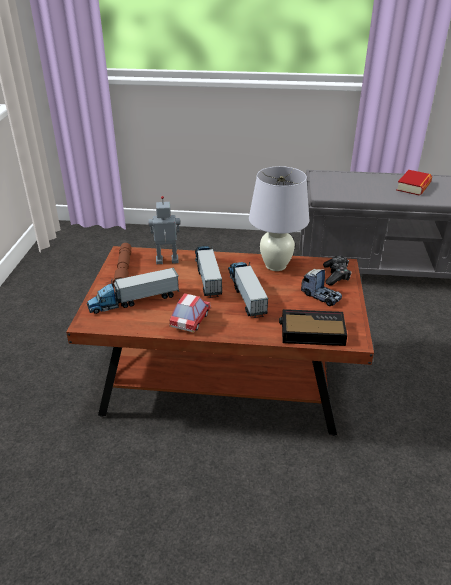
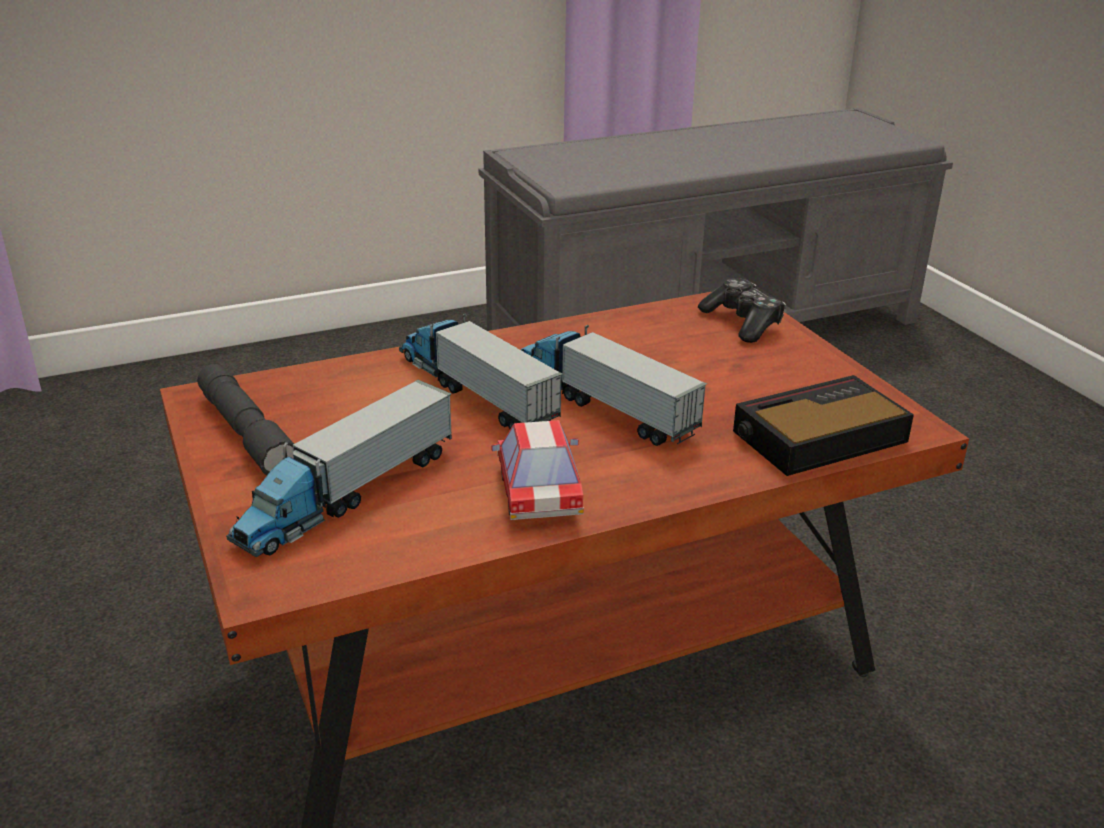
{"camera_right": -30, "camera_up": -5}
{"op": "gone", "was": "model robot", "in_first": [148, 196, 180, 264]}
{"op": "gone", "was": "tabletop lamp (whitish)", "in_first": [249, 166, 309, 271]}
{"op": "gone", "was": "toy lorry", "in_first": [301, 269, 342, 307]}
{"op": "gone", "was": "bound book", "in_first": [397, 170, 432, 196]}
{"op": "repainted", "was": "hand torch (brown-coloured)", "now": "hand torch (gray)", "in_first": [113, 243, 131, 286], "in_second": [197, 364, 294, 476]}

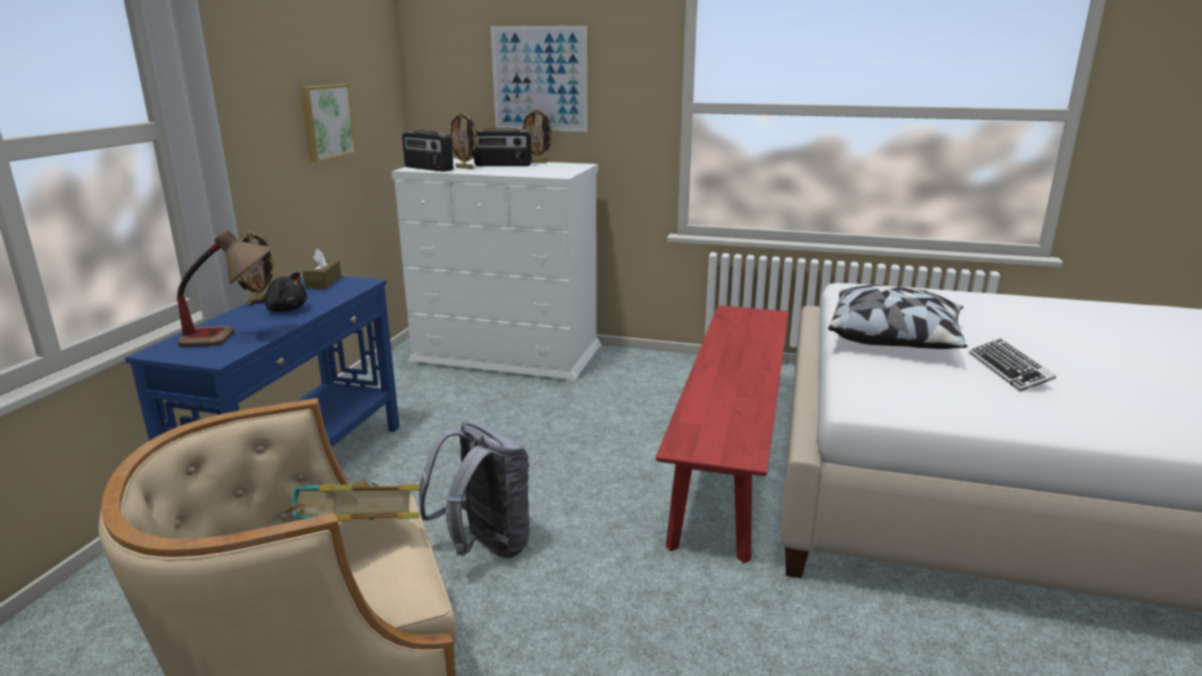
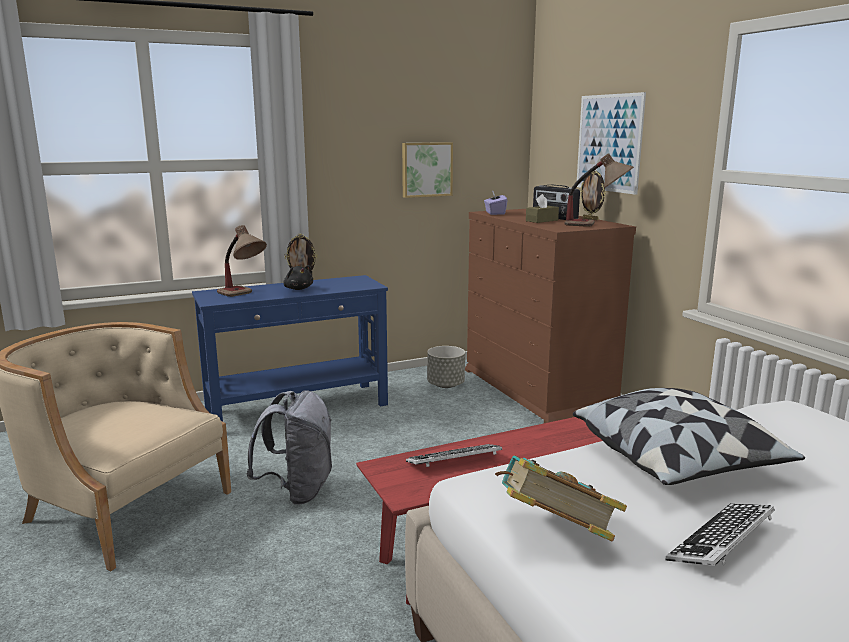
{"camera_right": 50, "camera_up": -5}
{"op": "gone", "was": "picture frame", "in_first": [447, 111, 478, 169]}
{"op": "new", "now": "keyboard", "in_second": [406, 444, 502, 467]}
{"op": "new", "now": "plant pot (gray)", "in_second": [427, 346, 465, 388]}
{"op": "new", "now": "tabletop lamp", "in_second": [565, 153, 634, 227]}
{"op": "shifted", "was": "bound book", "in_first": [286, 481, 420, 521], "in_second": [495, 455, 627, 542]}
{"op": "shifted", "was": "tissue holder (brown-coloured)", "in_first": [303, 248, 341, 289], "in_second": [526, 194, 559, 223]}
{"op": "swapped", "was": "radio", "now": "tissue holder (purple-coloured)", "in_first": [402, 130, 453, 172], "in_second": [484, 190, 507, 215]}
{"op": "repainted", "was": "drawer chest (whitish)", "now": "drawer chest (brown-coloured)", "in_first": [392, 158, 601, 383], "in_second": [465, 209, 636, 423]}

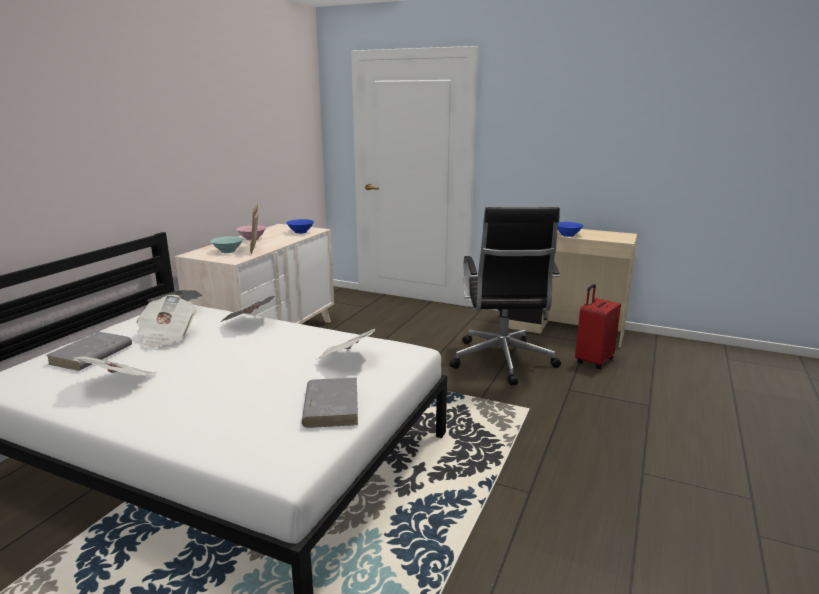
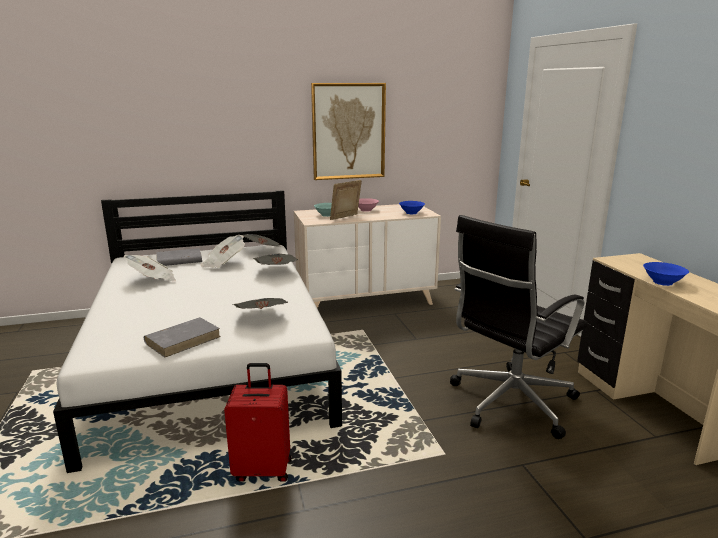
{"camera_right": 50, "camera_up": 0}
{"op": "new", "now": "wall picture", "in_second": [311, 83, 386, 180]}
{"op": "shifted", "was": "travel case (red-coloured)", "in_first": [575, 284, 621, 369], "in_second": [224, 363, 291, 482]}

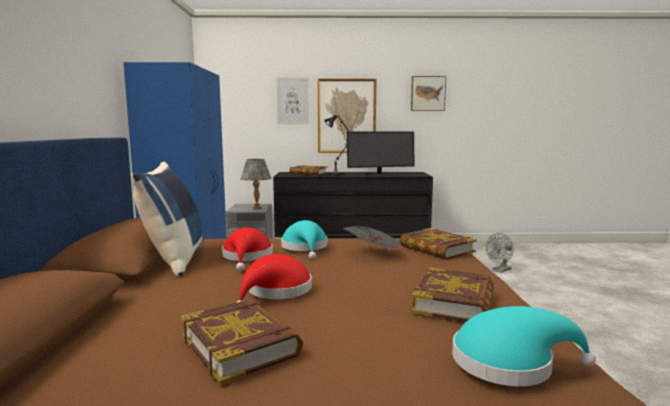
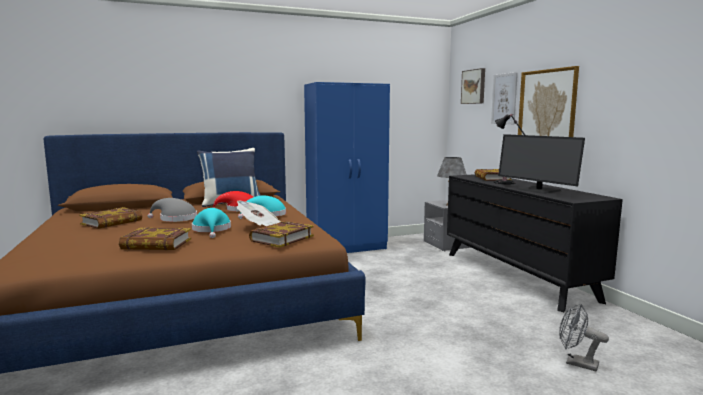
{"camera_right": 70, "camera_up": 0}
{"op": "shifted", "was": "wall picture", "in_first": [411, 76, 446, 111], "in_second": [461, 68, 485, 104]}
{"op": "shifted", "was": "wearable hat (turquoise)", "in_first": [452, 306, 596, 386], "in_second": [192, 208, 231, 238]}
{"op": "repainted", "was": "wearable hat (red-coloured)", "now": "wearable hat (gray)", "in_first": [236, 254, 312, 303], "in_second": [148, 198, 197, 222]}

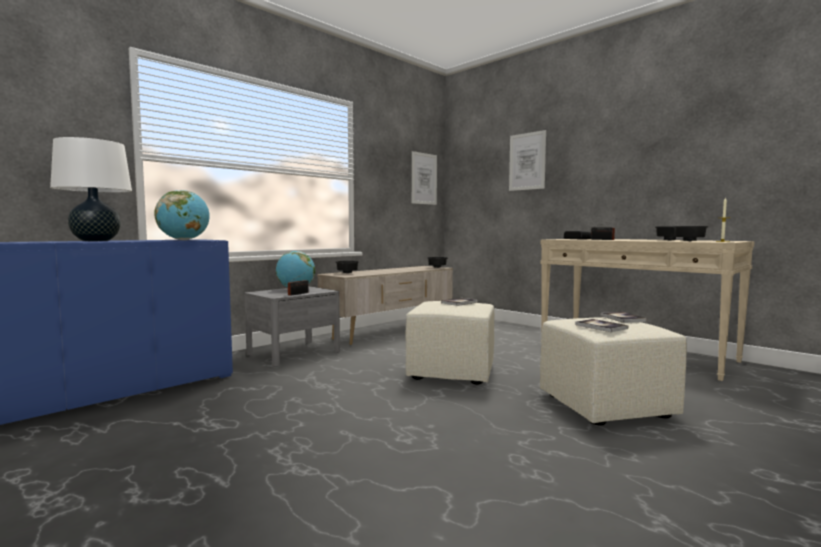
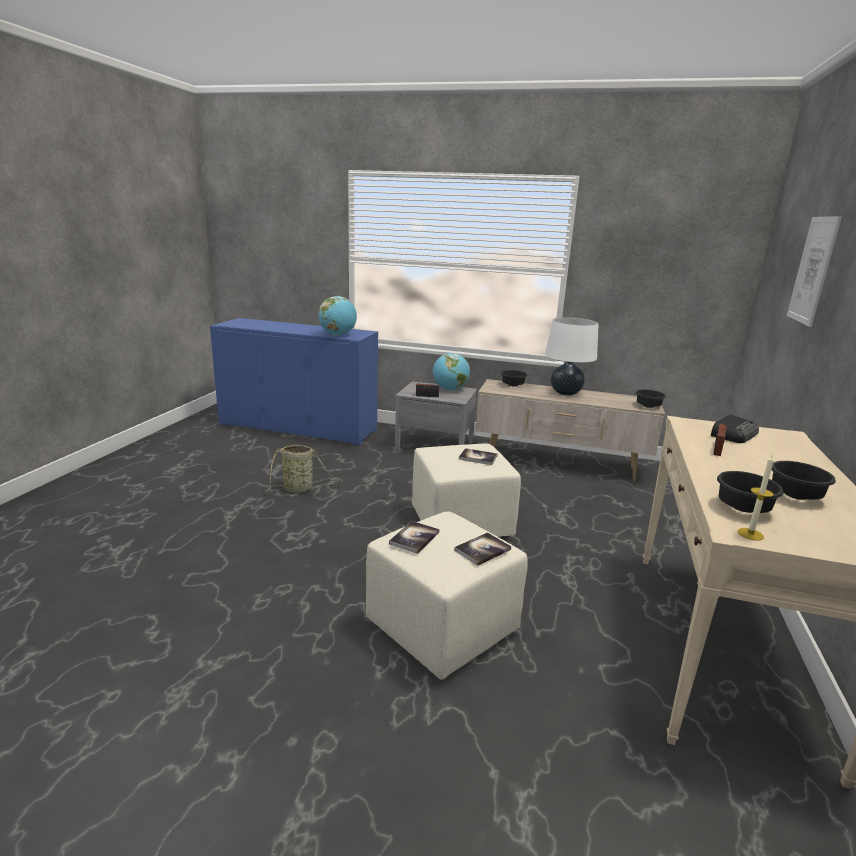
{"camera_right": 60, "camera_up": 15}
{"op": "gone", "was": "wall picture", "in_first": [412, 151, 437, 205]}
{"op": "new", "now": "storage basket", "in_second": [266, 445, 343, 493]}
{"op": "shifted", "was": "tabletop lamp (whitish)", "in_first": [50, 137, 132, 241], "in_second": [545, 318, 599, 395]}

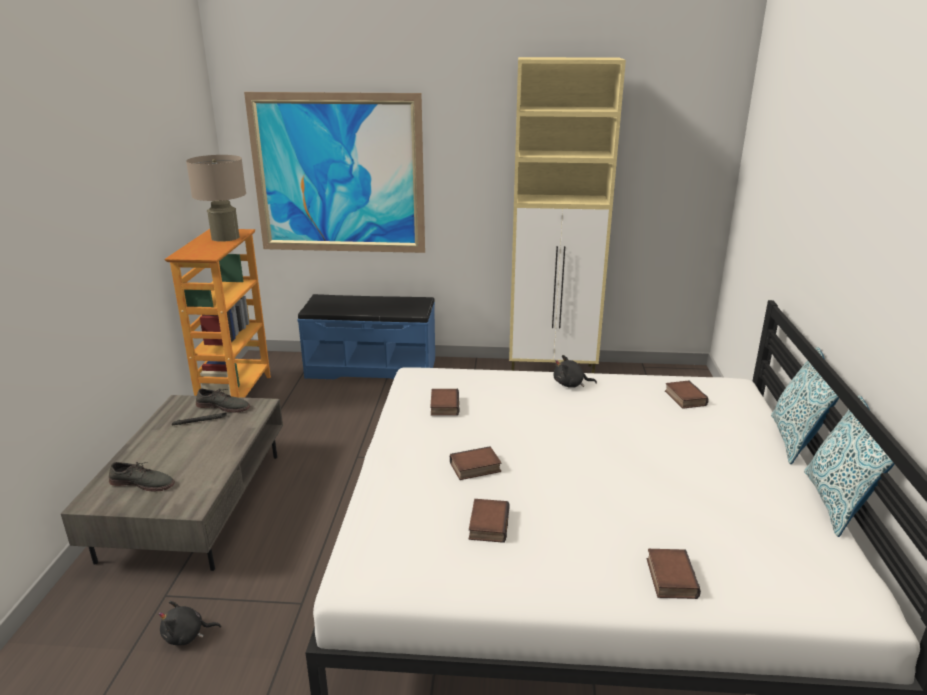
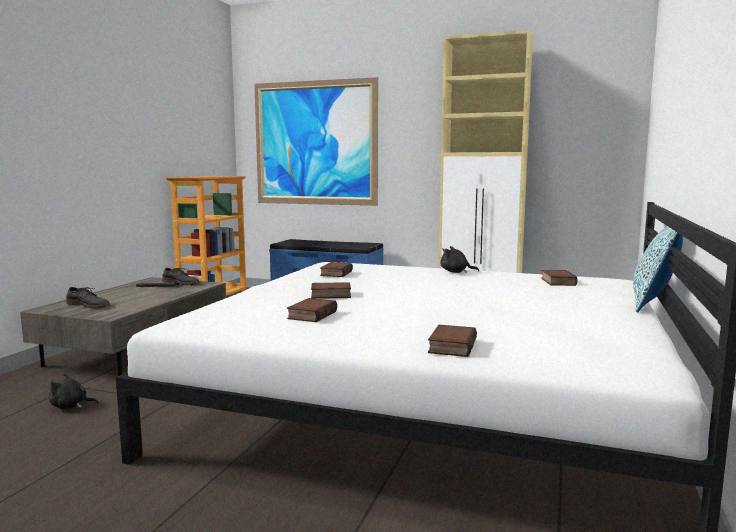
{"camera_right": 15, "camera_up": -15}
{"op": "gone", "was": "tabletop lamp (beige-coloured)", "in_first": [186, 155, 246, 242]}
{"op": "gone", "was": "pillow", "in_first": [804, 395, 895, 537]}

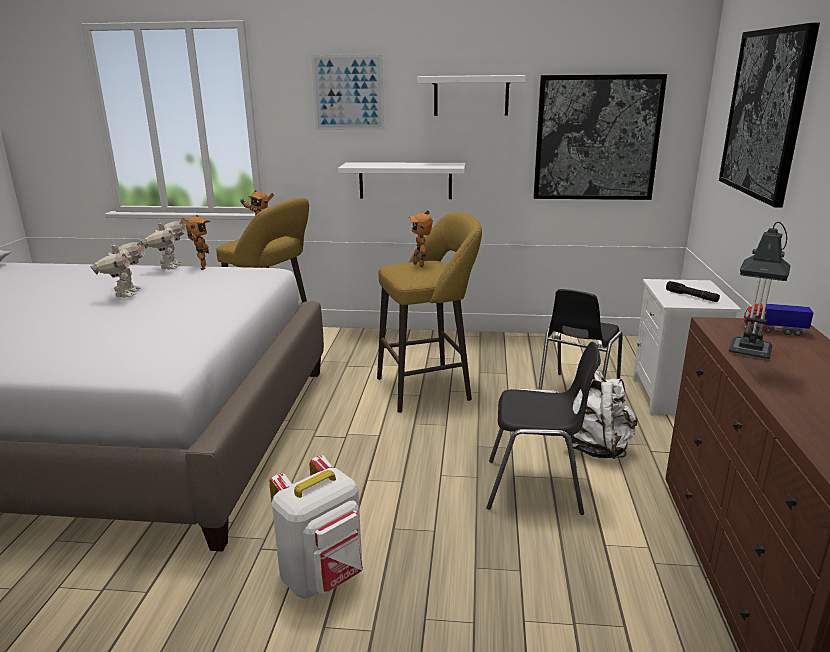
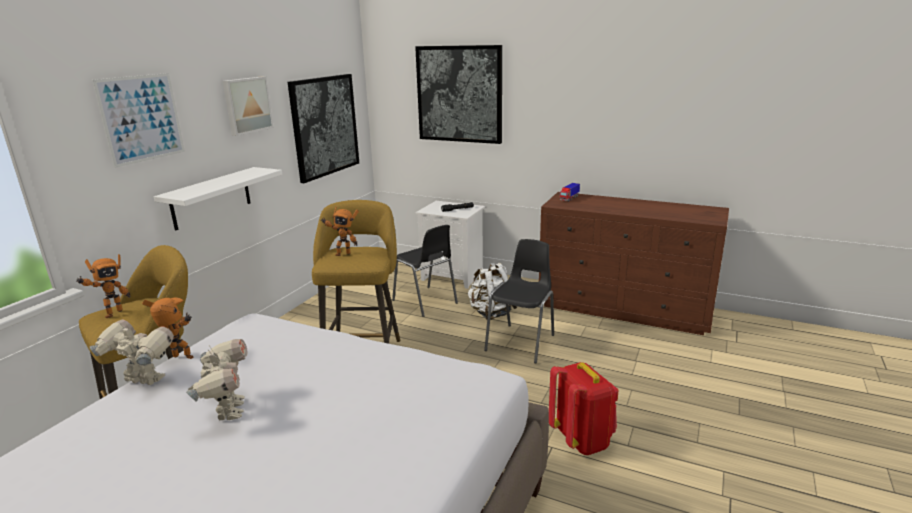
{"camera_right": -70, "camera_up": 0}
{"op": "gone", "was": "tabletop lamp", "in_first": [729, 222, 791, 359]}
{"op": "swapped", "was": "wall shelf (whitish)", "now": "wall picture", "in_first": [417, 75, 526, 116], "in_second": [223, 77, 274, 136]}
{"op": "repainted", "was": "backpack (whitish)", "now": "backpack (red-coloured)", "in_first": [269, 455, 363, 599], "in_second": [549, 362, 618, 455]}
{"op": "rotated", "was": "model robot", "in_first": [90, 239, 145, 298], "in_second": [186, 339, 248, 420], "clockwise": 60}

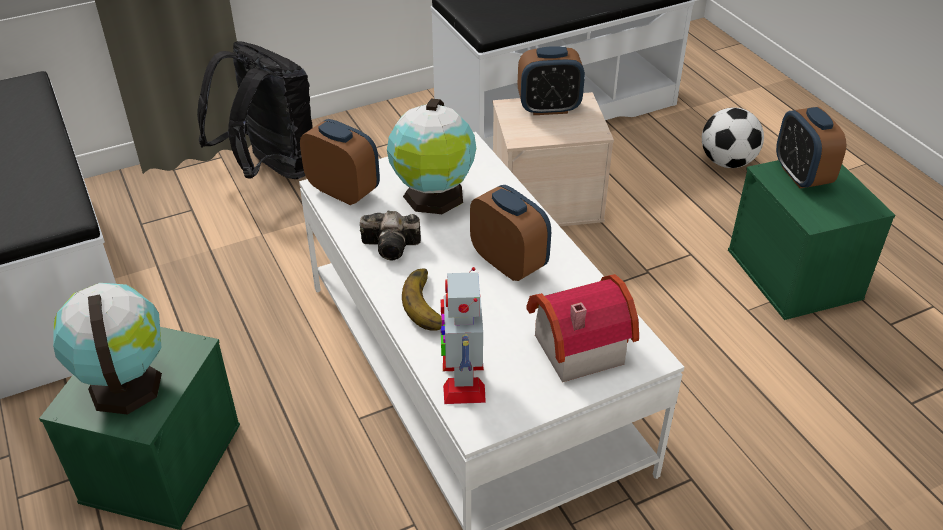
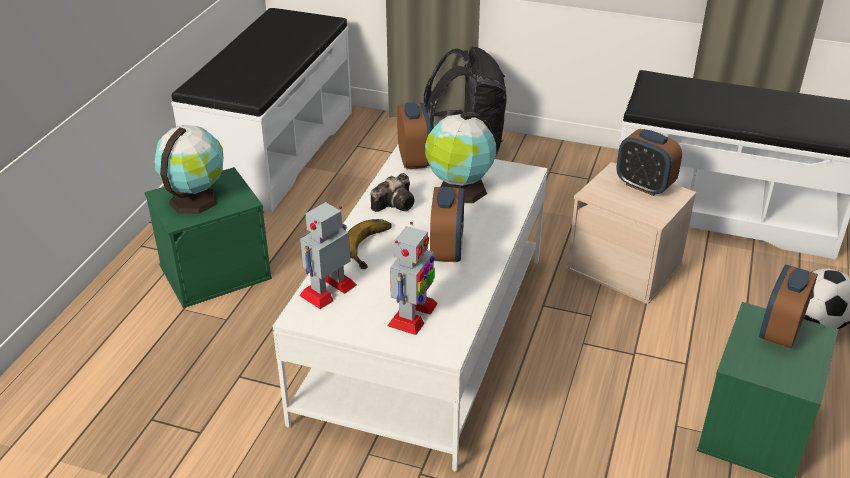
{"camera_right": 45, "camera_up": -5}
{"op": "swapped", "was": "miniature house", "now": "model robot", "in_first": [526, 274, 639, 382], "in_second": [387, 222, 438, 335]}
{"op": "rotated", "was": "still camera", "in_first": [360, 210, 421, 260], "in_second": [371, 173, 415, 212], "clockwise": -90}

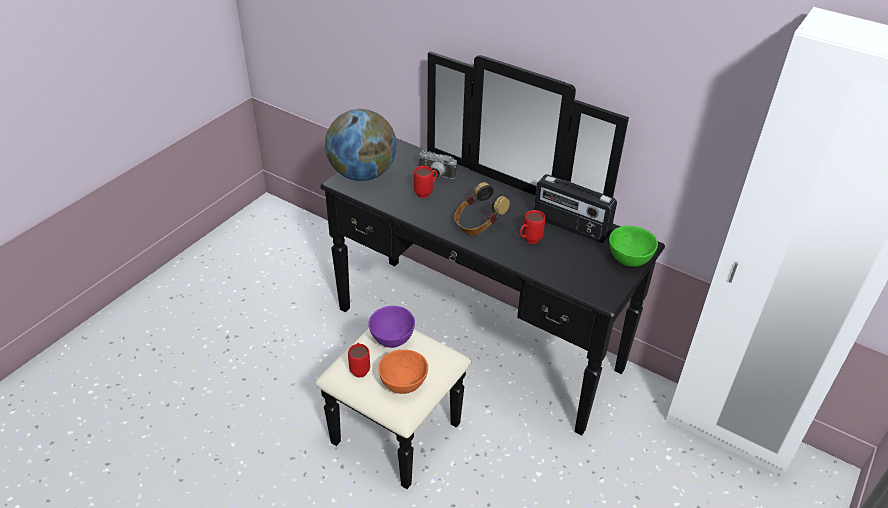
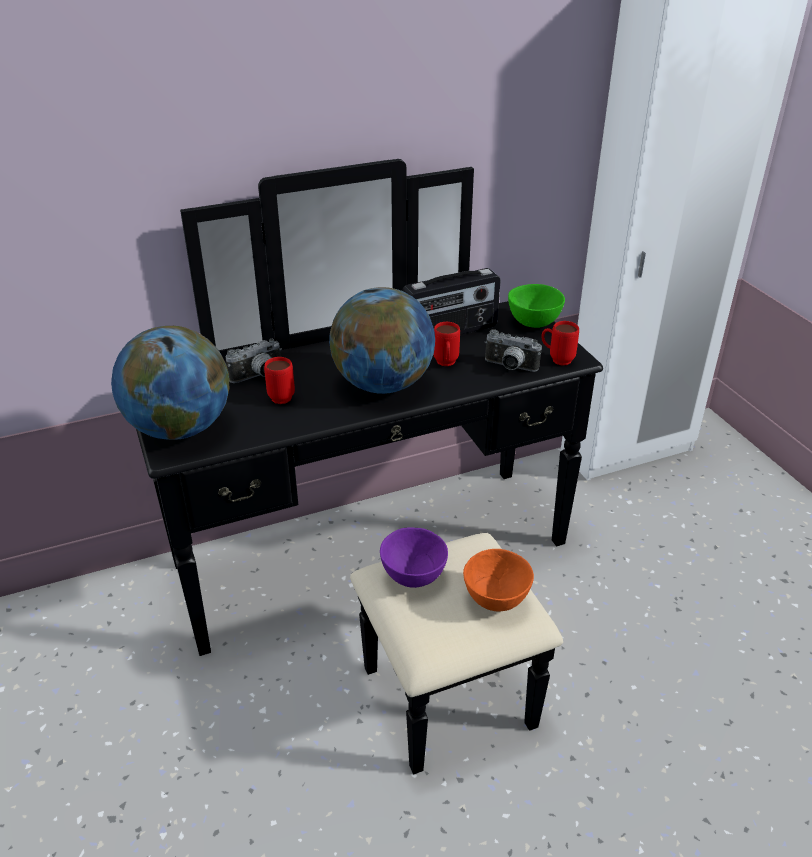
{"camera_right": -55, "camera_up": -5}
{"op": "new", "now": "still camera", "in_second": [485, 329, 542, 372]}
{"op": "shifted", "was": "coffee mug (red-coloured)", "in_first": [348, 343, 370, 378], "in_second": [541, 321, 579, 365]}
{"op": "swapped", "was": "headset", "now": "world globe", "in_first": [454, 182, 510, 235], "in_second": [329, 287, 435, 394]}

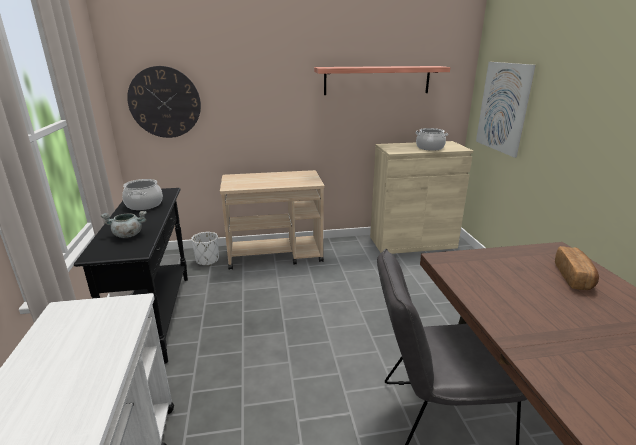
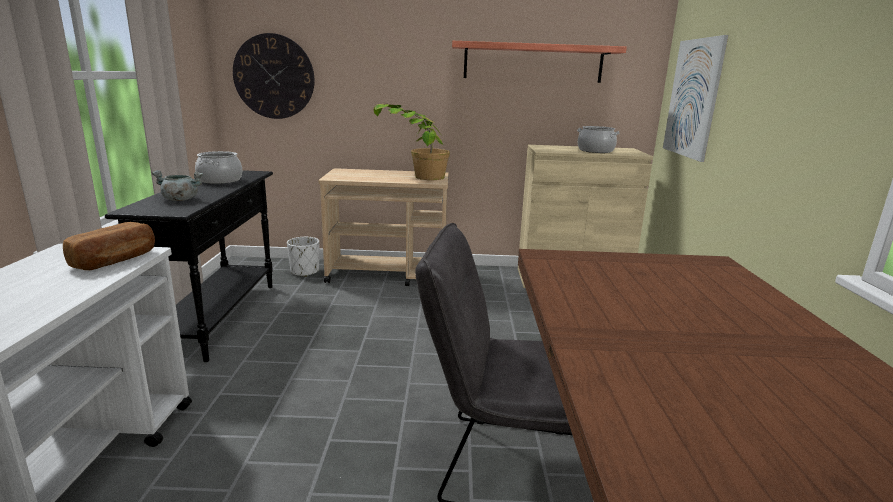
{"camera_right": 10, "camera_up": -5}
{"op": "new", "now": "plant in a pot", "in_second": [373, 104, 450, 180]}
{"op": "shifted", "was": "baked bread", "in_first": [555, 246, 599, 290], "in_second": [63, 222, 155, 270]}

